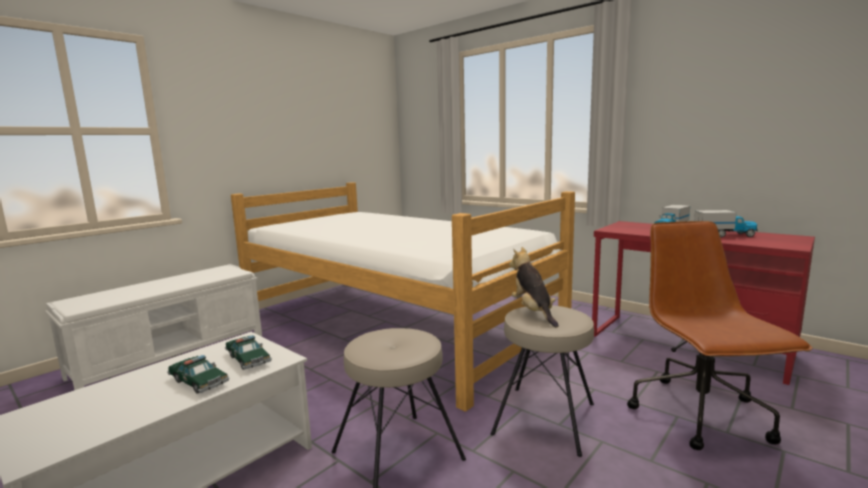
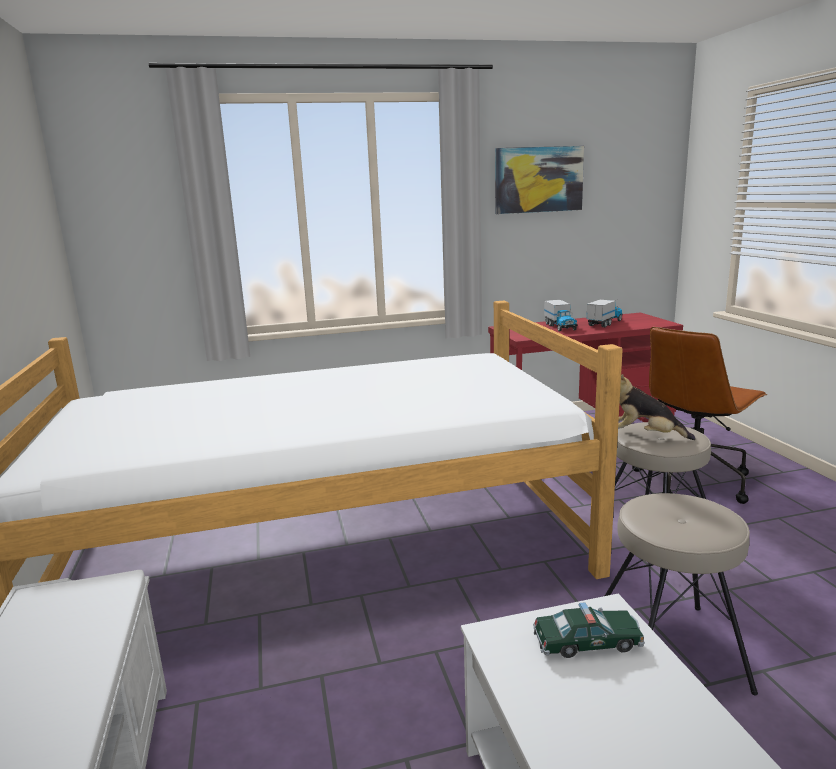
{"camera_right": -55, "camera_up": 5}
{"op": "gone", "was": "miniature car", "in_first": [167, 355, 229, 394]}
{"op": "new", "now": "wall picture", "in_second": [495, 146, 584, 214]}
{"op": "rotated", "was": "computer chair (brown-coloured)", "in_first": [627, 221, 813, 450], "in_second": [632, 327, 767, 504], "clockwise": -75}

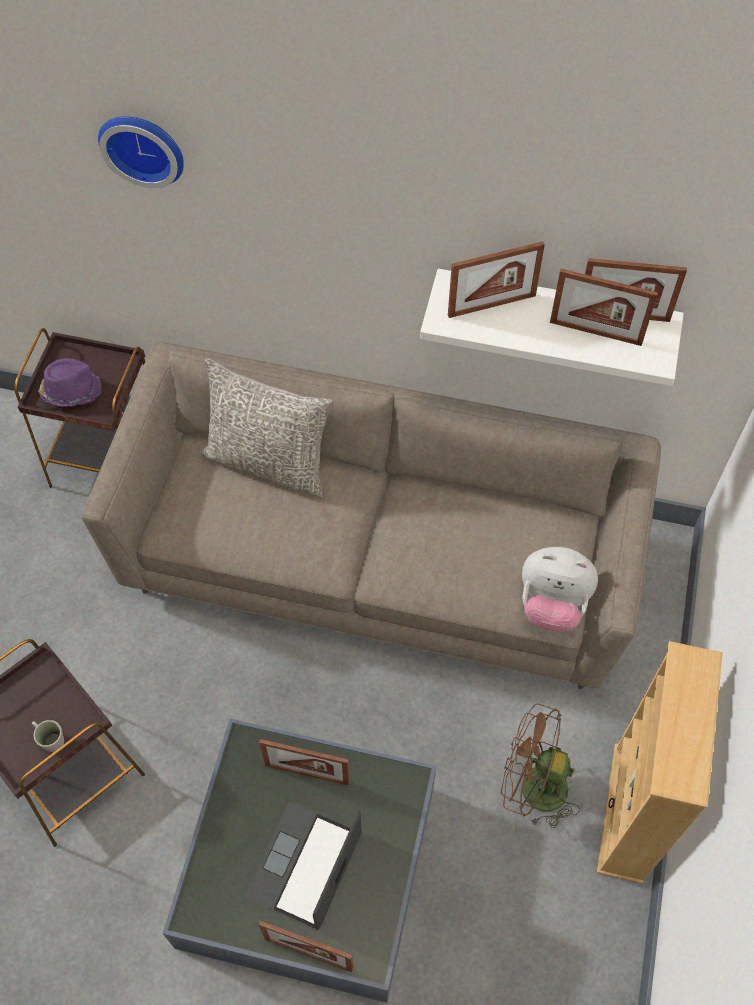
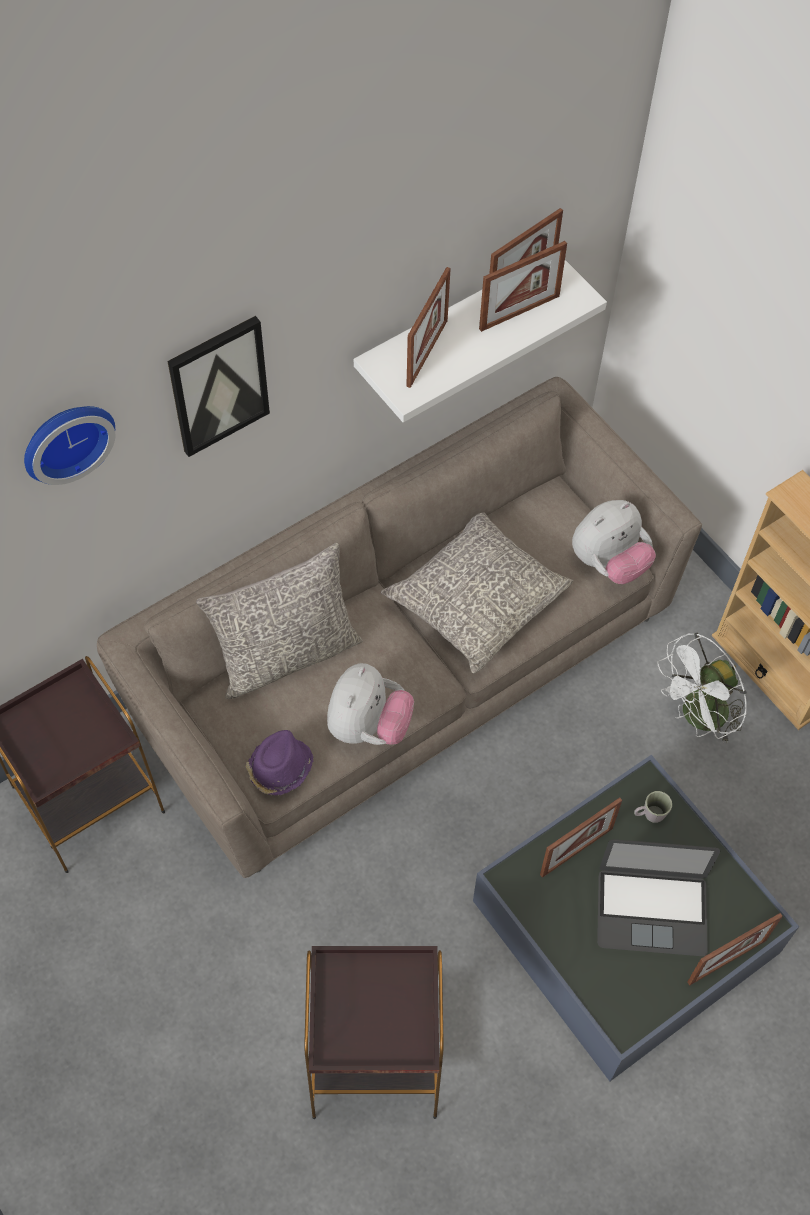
{"camera_right": -50, "camera_up": 0}
{"op": "new", "now": "wall picture", "in_second": [168, 316, 270, 457]}
{"op": "new", "now": "cuddly toy", "in_second": [327, 663, 414, 745]}
{"op": "new", "now": "pillow (gray)", "in_second": [381, 512, 573, 673]}
{"op": "shifted", "was": "coffee mug (gray)", "in_first": [31, 720, 64, 752], "in_second": [634, 791, 672, 823]}
{"op": "shifted", "was": "wearable hat (purple-coloured)", "in_first": [39, 358, 102, 407], "in_second": [245, 730, 313, 795]}
{"op": "repainted", "was": "cooling fan (brown-coloured)", "now": "cooling fan (whitish)", "in_first": [501, 703, 580, 828], "in_second": [657, 632, 747, 744]}
{"op": "rotated", "was": "notebook computer", "in_first": [245, 801, 361, 930], "in_second": [597, 839, 720, 956], "clockwise": -60}

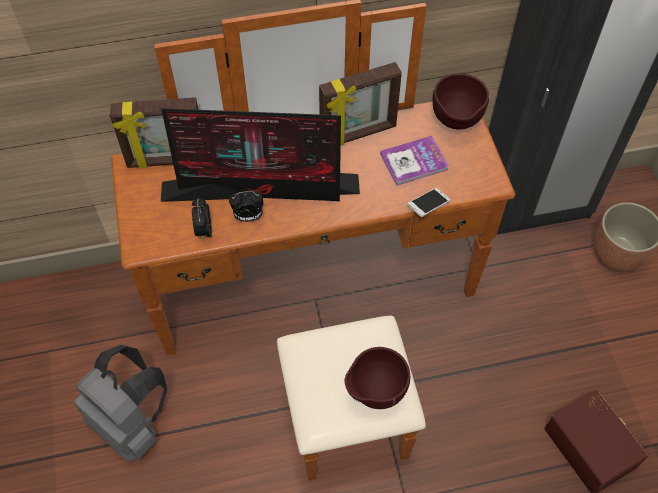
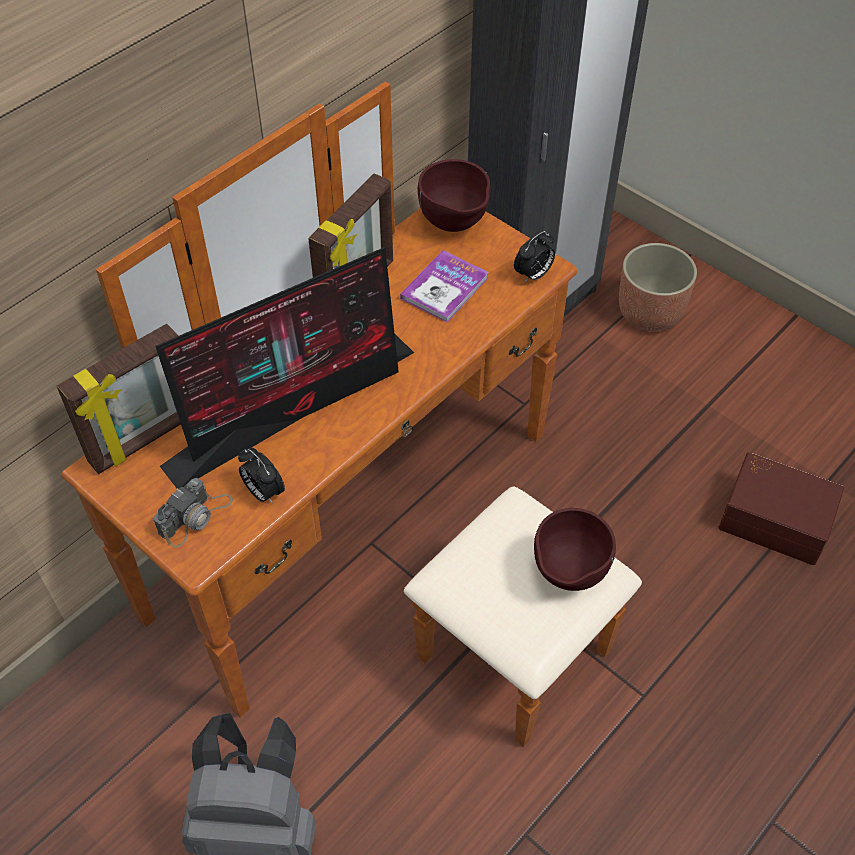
{"camera_right": -35, "camera_up": -5}
{"op": "gone", "was": "handset", "in_first": [407, 188, 451, 217]}
{"op": "new", "now": "still camera", "in_second": [154, 478, 233, 548]}
{"op": "shifted", "was": "bedside clock", "in_first": [229, 191, 263, 222], "in_second": [514, 231, 555, 283]}

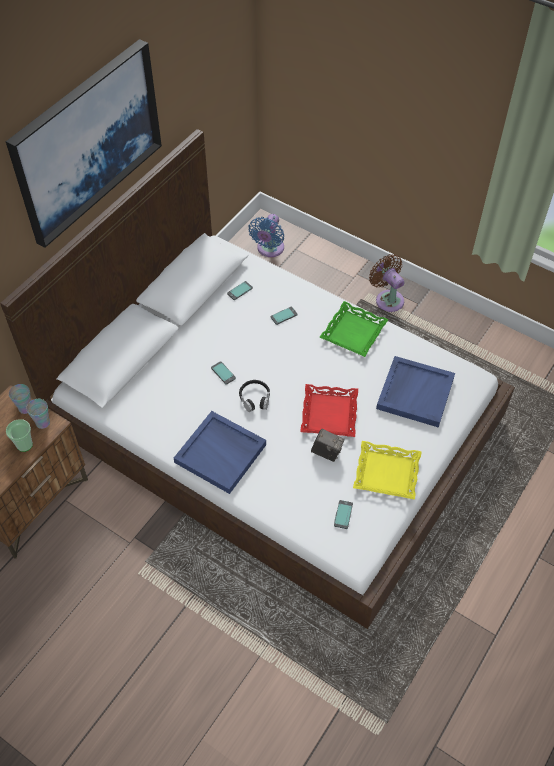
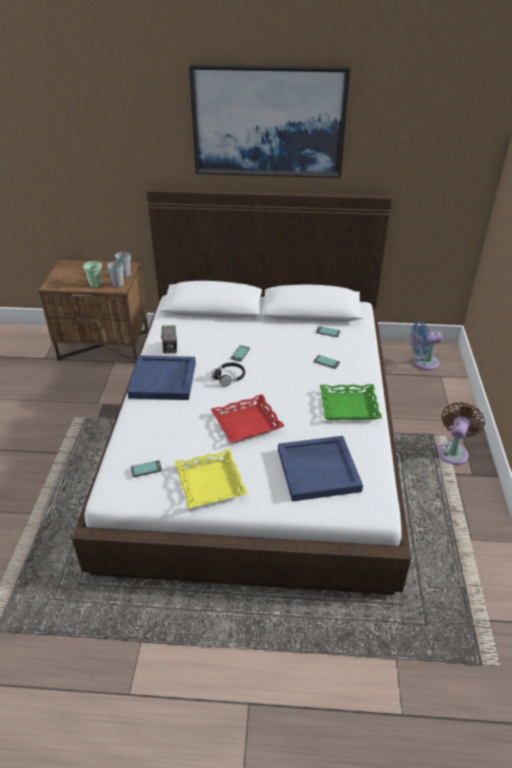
{"camera_right": 60, "camera_up": -15}
{"op": "shifted", "was": "still camera", "in_first": [311, 429, 344, 462], "in_second": [161, 325, 177, 354]}

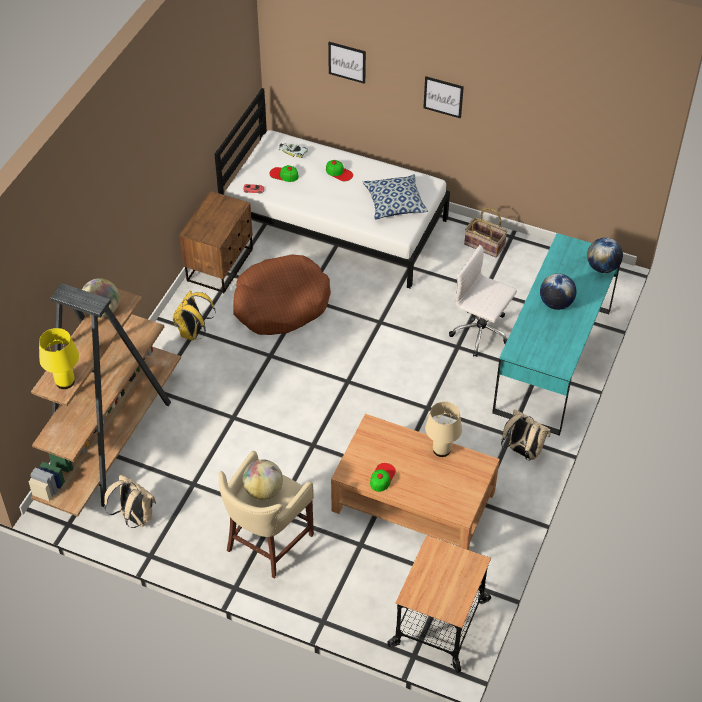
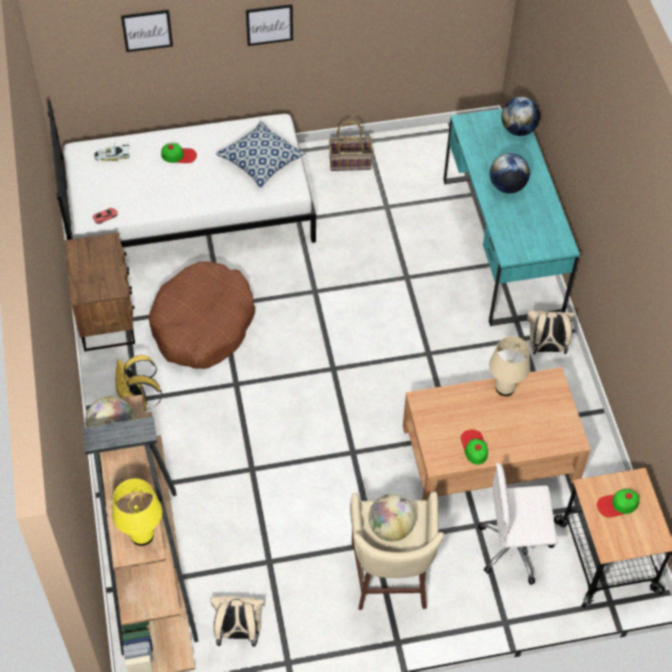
{"camera_right": -35, "camera_up": 5}
{"op": "shifted", "was": "baseball cap", "in_first": [269, 165, 299, 182], "in_second": [597, 489, 639, 518]}
{"op": "shifted", "was": "computer chair (whitish)", "in_first": [449, 245, 517, 357], "in_second": [478, 463, 558, 585]}

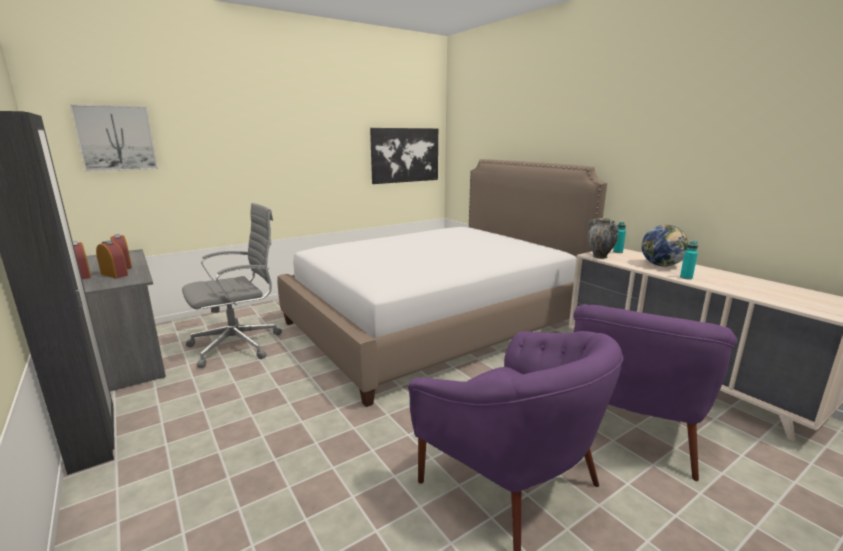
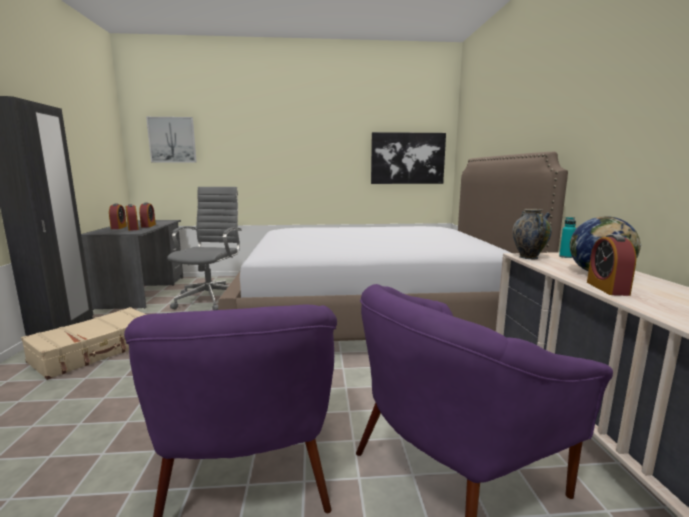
{"camera_right": 30, "camera_up": -5}
{"op": "new", "now": "travel case (beige-coloured)", "in_second": [21, 307, 147, 380]}
{"op": "swapped", "was": "beverage bottle (turquoise)", "now": "bedside clock", "in_first": [680, 241, 698, 279], "in_second": [587, 234, 636, 296]}
{"op": "rotated", "was": "computer chair (gray)", "in_first": [182, 203, 282, 368], "in_second": [167, 187, 242, 310], "clockwise": -75}

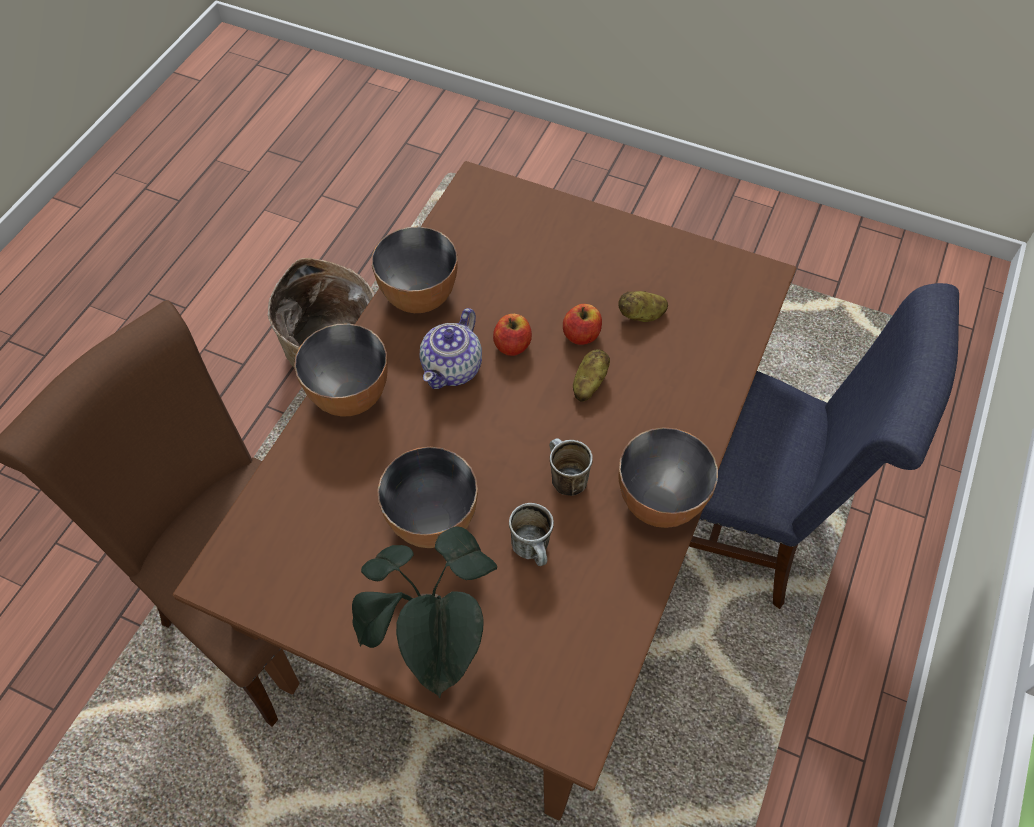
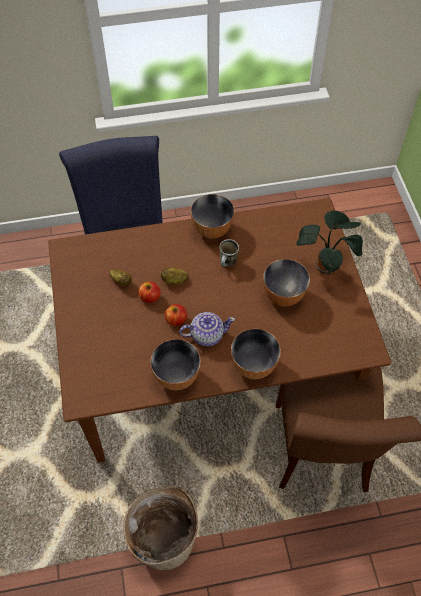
{"camera_right": -125, "camera_up": 0}
{"op": "gone", "was": "coffee mug", "in_first": [509, 503, 554, 566]}

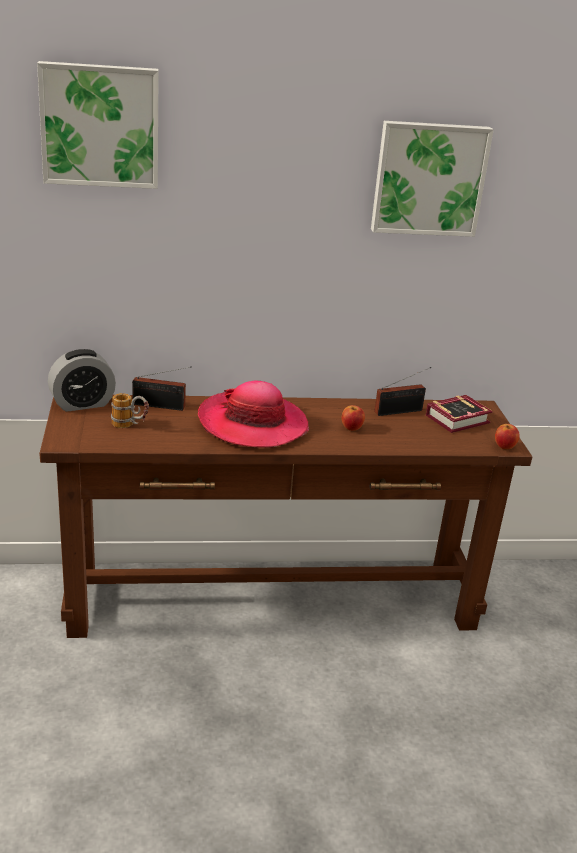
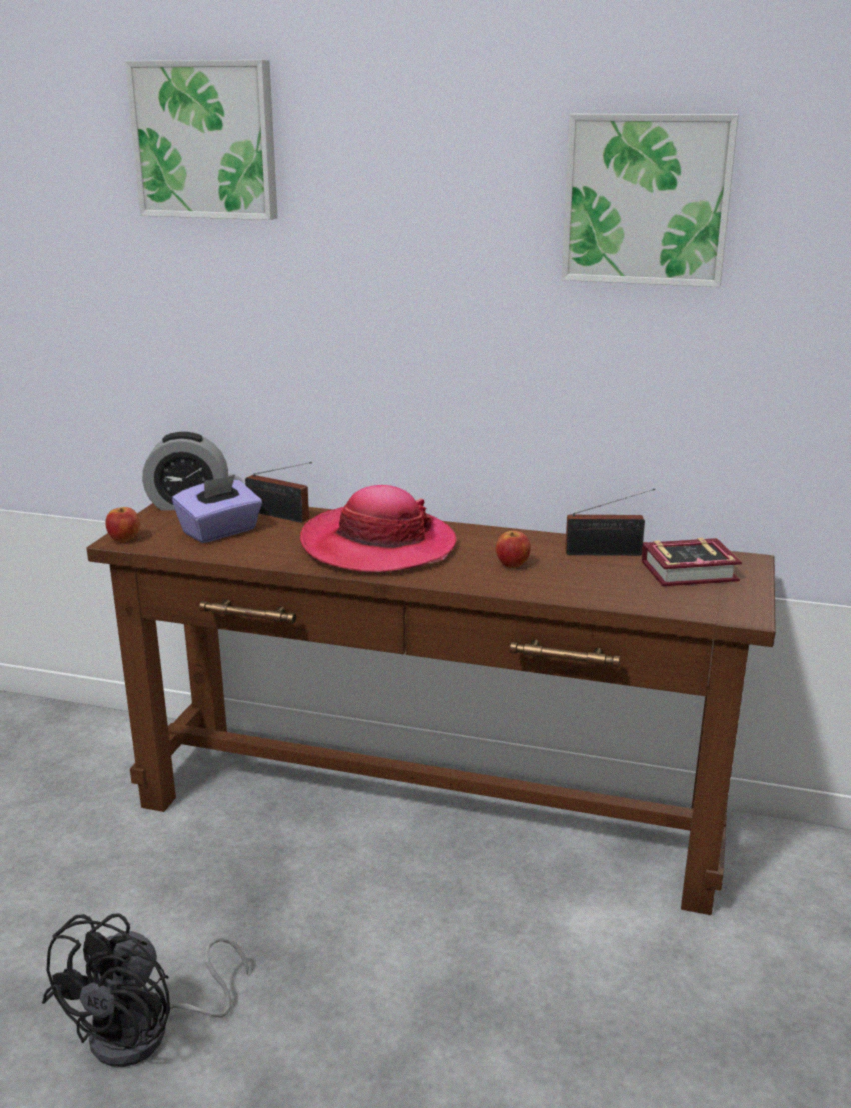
{"camera_right": 25, "camera_up": -5}
{"op": "new", "now": "cooling fan (blackish)", "in_second": [42, 913, 249, 1067]}
{"op": "shifted", "was": "apple", "in_first": [495, 424, 520, 450], "in_second": [105, 507, 140, 542]}
{"op": "swapped", "was": "coffee mug", "now": "tissue holder (purple-coloured)", "in_first": [111, 393, 149, 428], "in_second": [172, 475, 262, 543]}

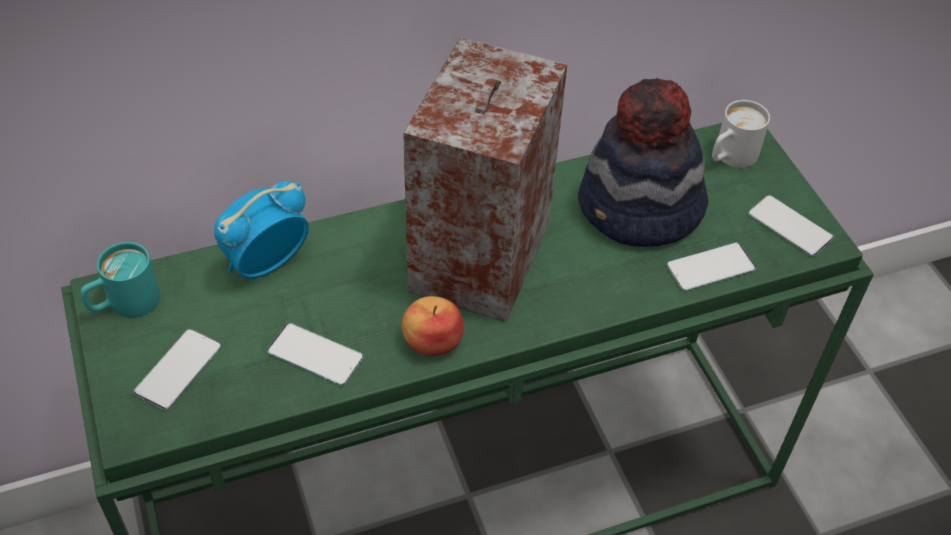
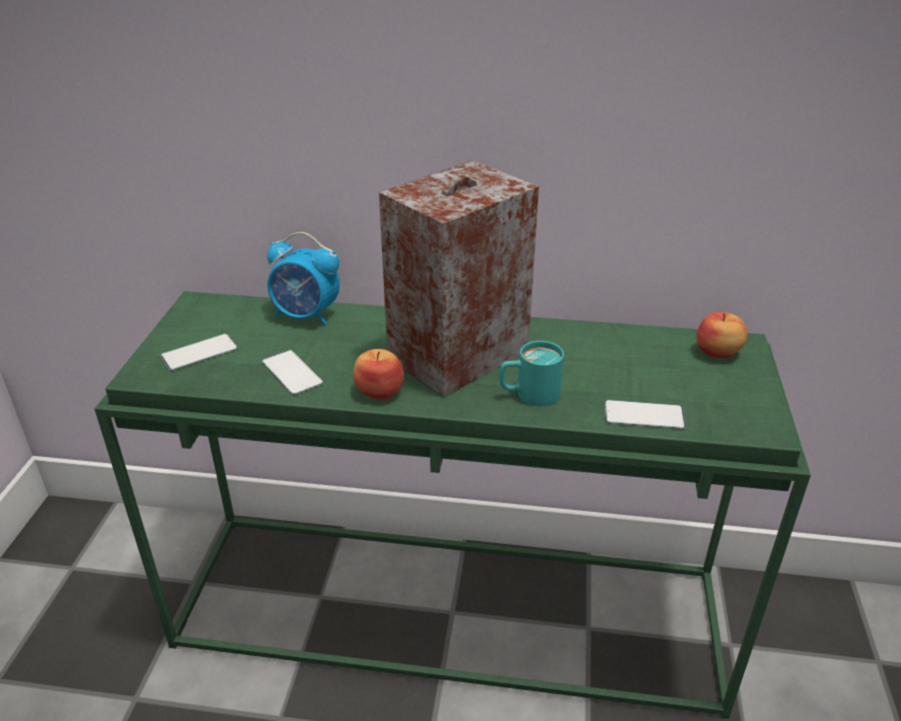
{"camera_right": 30, "camera_up": -15}
{"op": "gone", "was": "wearable hat", "in_first": [578, 78, 708, 247]}
{"op": "gone", "was": "handset", "in_first": [748, 195, 834, 257]}
{"op": "shifted", "was": "coffee mug (turquoise)", "in_first": [81, 242, 160, 318], "in_second": [499, 341, 564, 406]}
{"op": "swapped", "was": "coffee mug (whitish)", "now": "apple", "in_first": [712, 100, 770, 168], "in_second": [696, 312, 748, 358]}
{"op": "rotated", "was": "bedside clock", "in_first": [214, 181, 309, 279], "in_second": [267, 232, 340, 326], "clockwise": -150}

